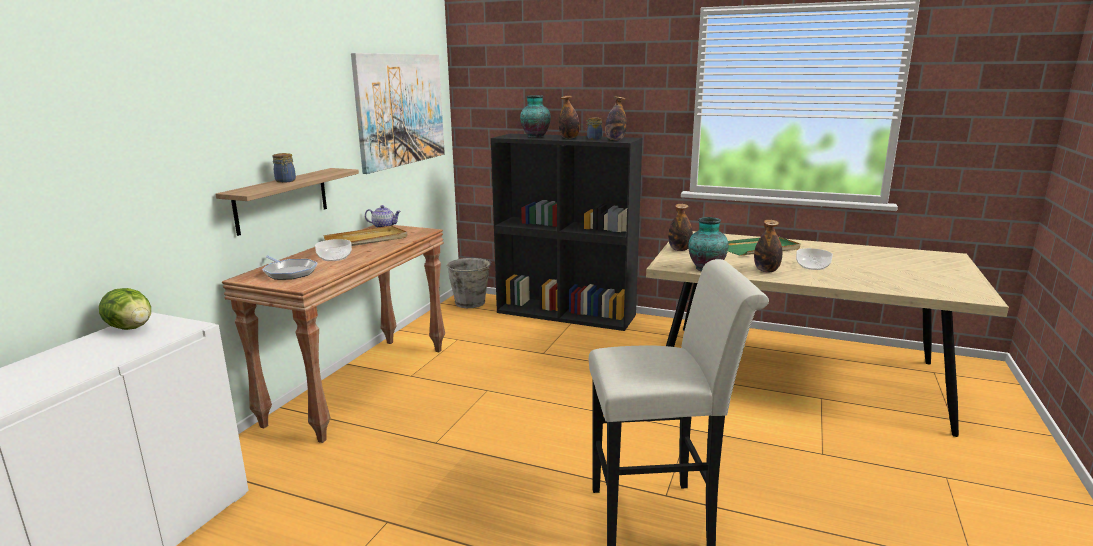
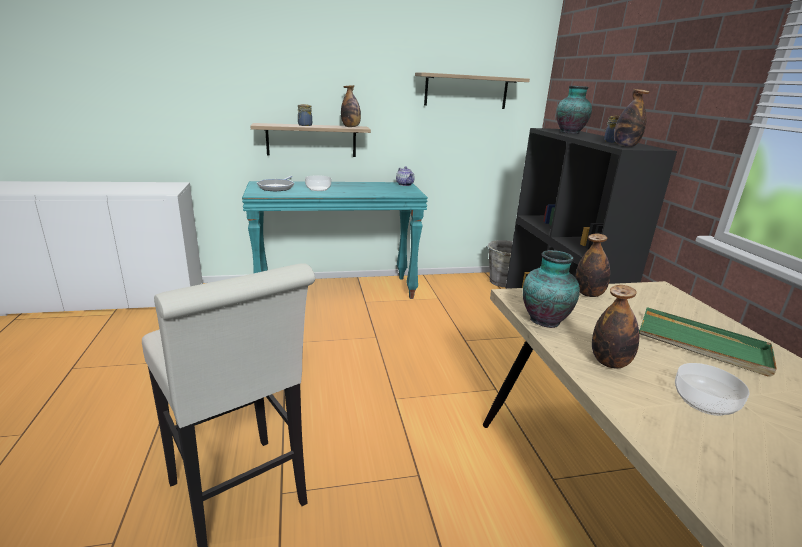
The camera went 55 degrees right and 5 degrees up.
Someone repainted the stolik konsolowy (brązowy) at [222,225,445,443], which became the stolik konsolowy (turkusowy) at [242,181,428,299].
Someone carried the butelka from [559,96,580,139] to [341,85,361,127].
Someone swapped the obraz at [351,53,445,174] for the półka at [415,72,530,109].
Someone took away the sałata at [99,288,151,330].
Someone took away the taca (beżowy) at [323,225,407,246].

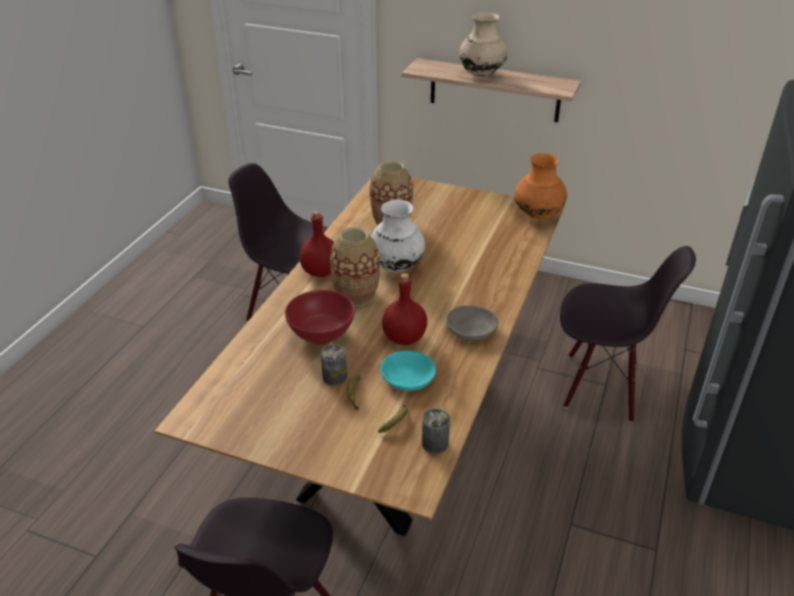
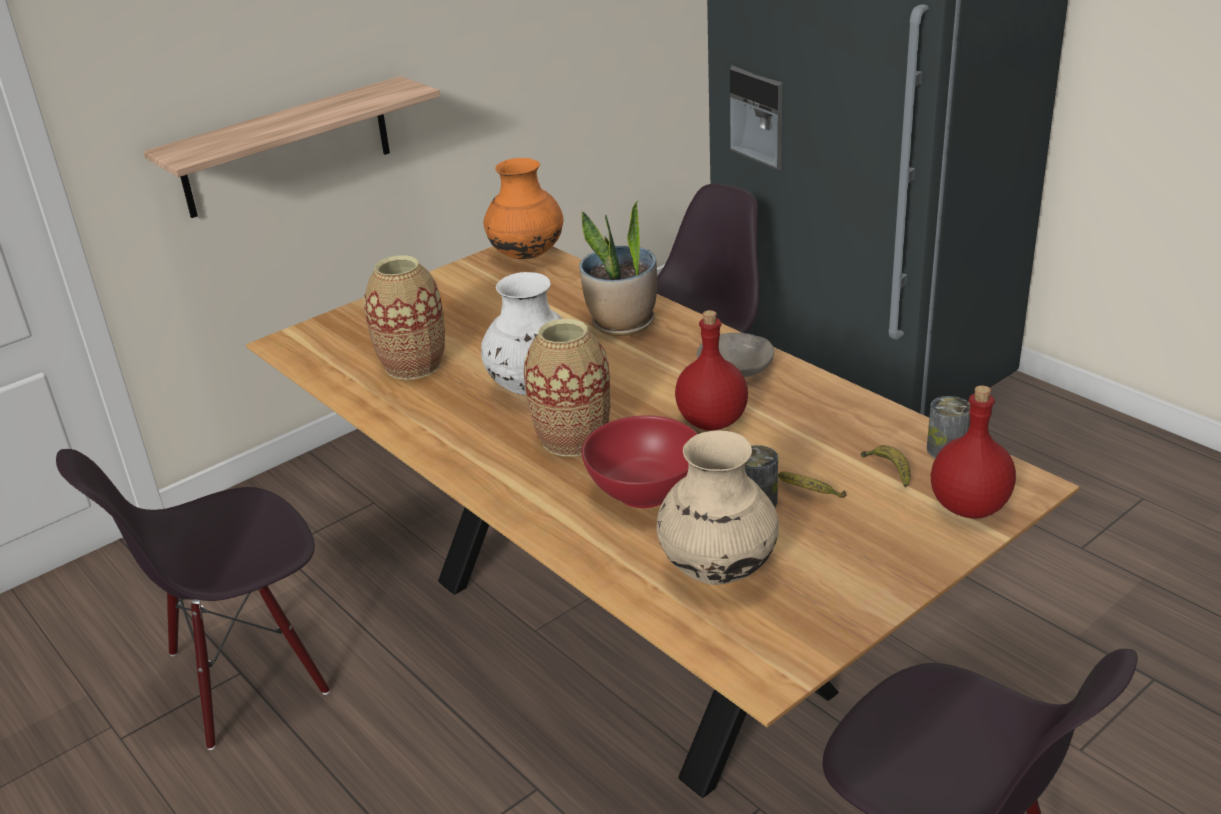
The camera went 60 degrees left and 5 degrees down.
Someone put down the roślina doniczkowa at [579,201,657,336].
Someone carried the wazon (beżowy) from [459,12,508,76] to [657,430,779,585].
Someone carried the butelka (czerwony) from [300,211,334,277] to [931,385,1016,519].
Someone took away the miska (turkusowy) at [380,351,436,391].

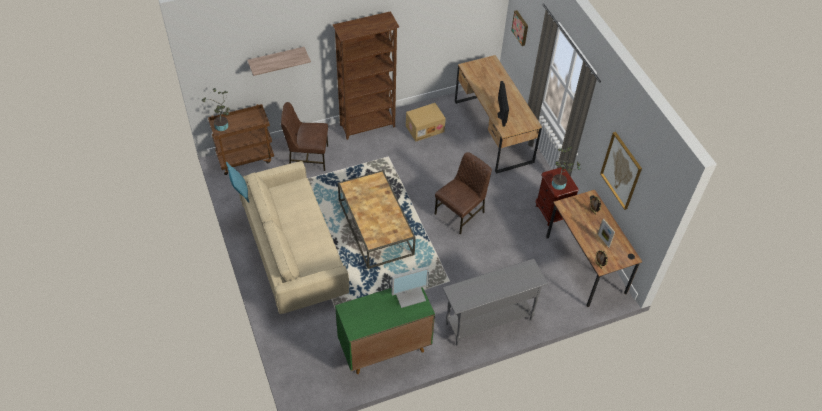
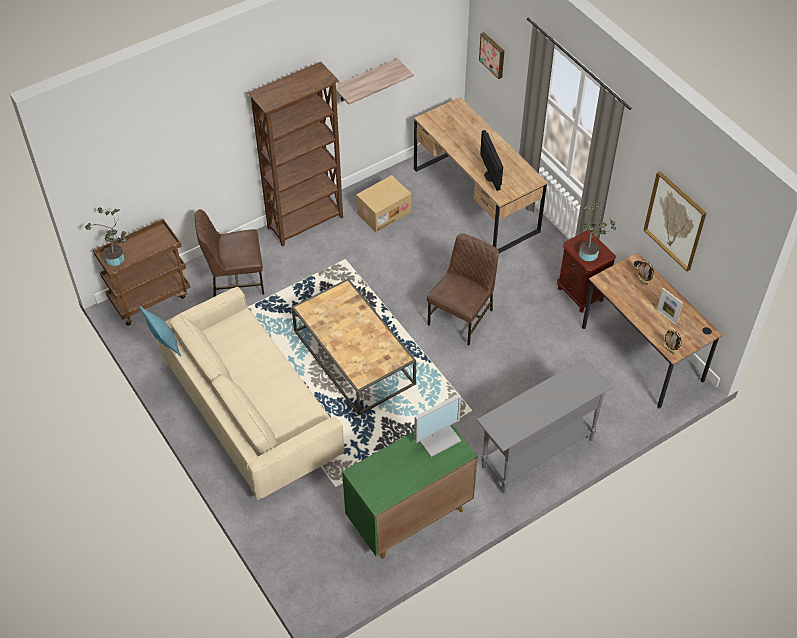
The camera went 10 degrees left and 0 degrees up.
Someone carried the półka from [247,47,311,76] to [336,58,414,104].

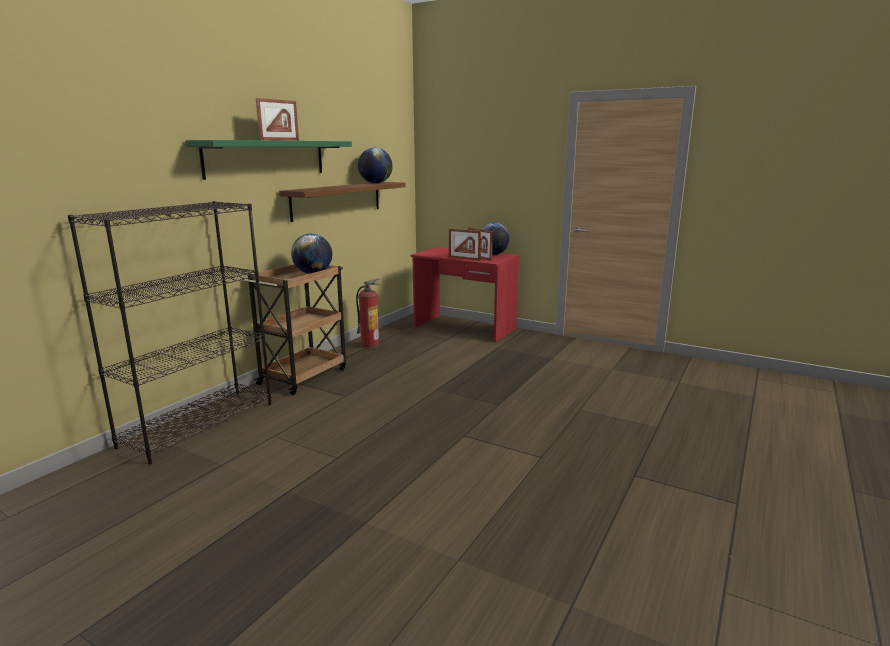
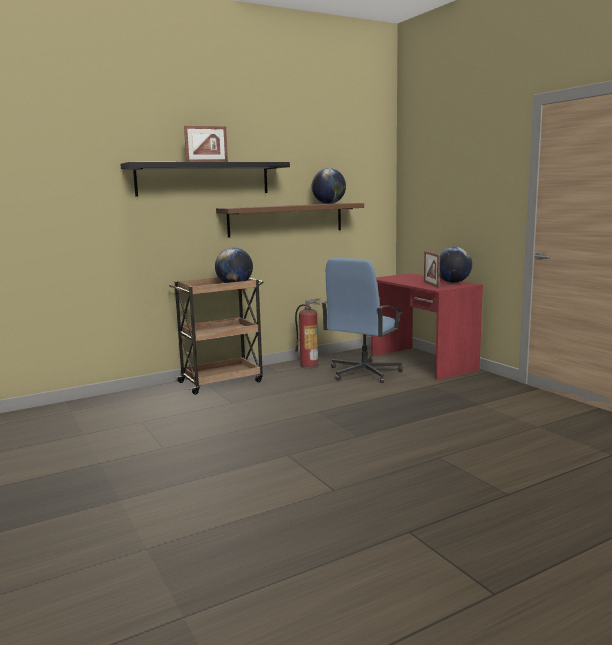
The camera went 30 degrees right and 5 degrees down.
Someone repainted the półka (zielony) at [185,140,352,180], which became the półka (czarny) at [120,162,290,197].
Someone put down the krzesło biurowe (niebieski) at [322,258,403,383].
Someone took away the regał (czarny) at [68,201,271,464].
Someone took away the ramka na zdjęcie at [449,229,481,261].

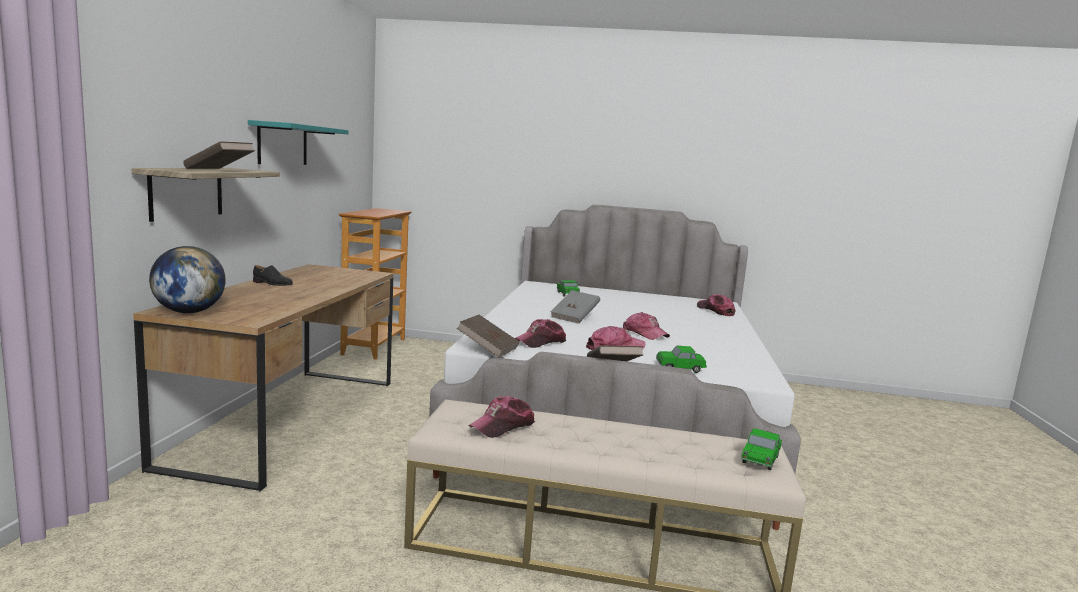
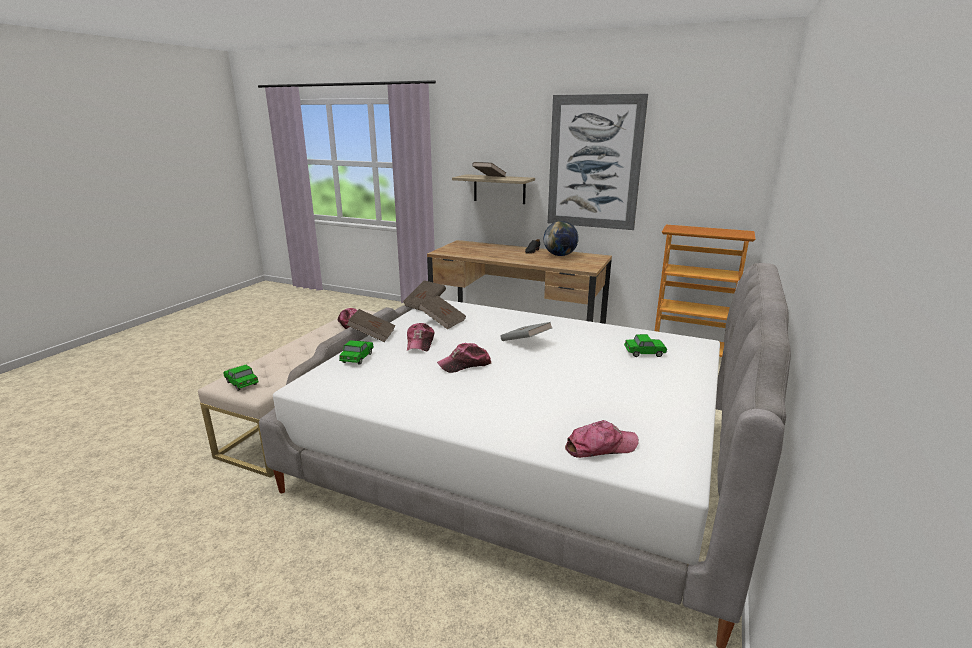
The camera went 105 degrees right and 10 degrees up.
Someone swapped the czapka z daszkiem at [515,319,566,348] for the książka (brązowy) at [419,296,466,329].
Someone carried the globus from [149,246,226,313] to [544,221,579,256].
Someone swapped the półka (turkusowy) at [248,120,349,165] for the obraz at [548,94,648,230].

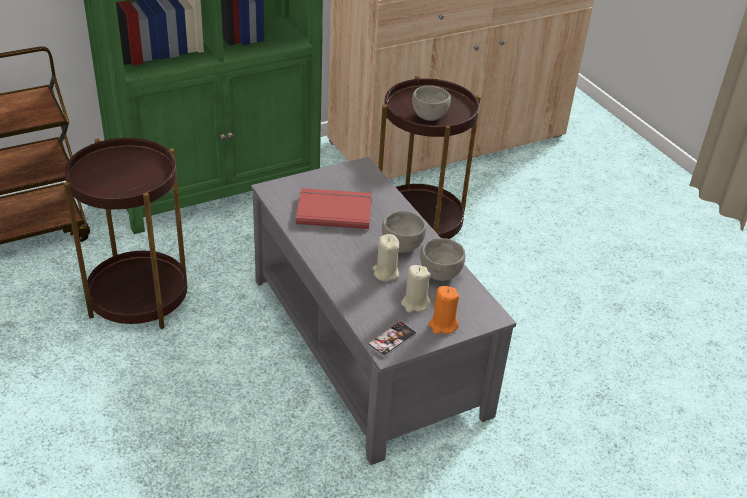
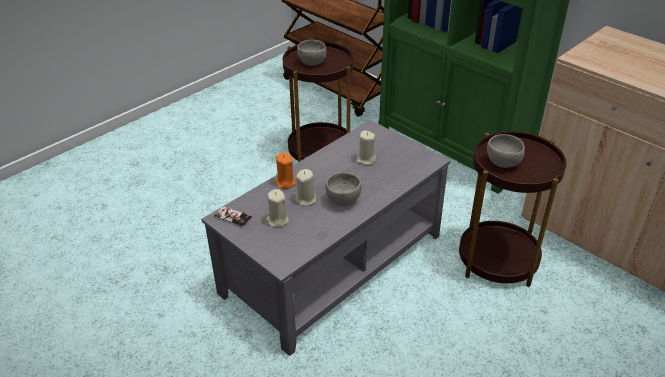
The camera went 75 degrees right and 0 degrees up.
Someone carried the świeca (pomarańczowy) from [428,286,459,334] to [275,152,296,189].
Someone carried the miska (szary) from [420,238,466,281] to [297,40,327,66].
Someone swapped the książka (czerwony) at [296,188,372,229] for the świeca (beżowy) at [356,131,376,165].

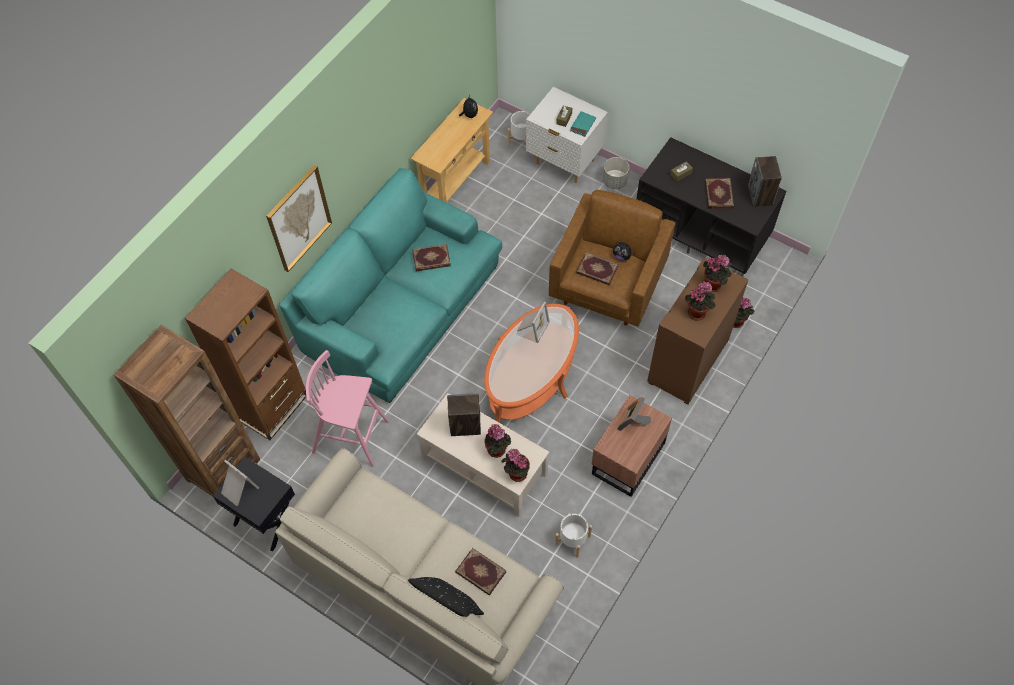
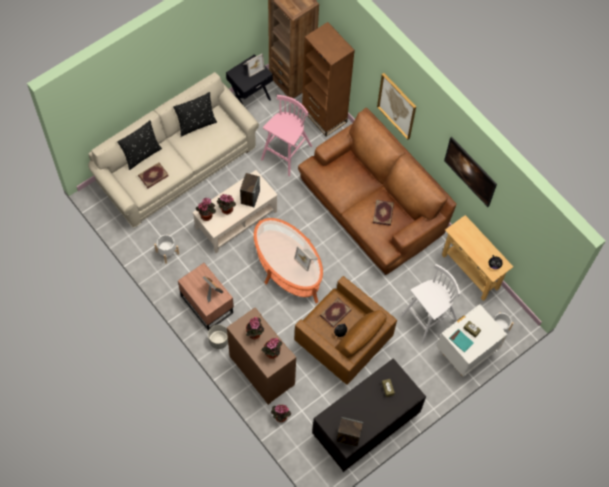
The camera went 105 degrees right and 5 degrees up.
Someone put down the poduszka (czarny) at [173,92,217,137].
Someone carried the donica (szary) from [603,157,629,189] to [208,325,228,349].
Someone repainted the kanapa (turkusowy) at [279,168,502,403], which became the kanapa (brązowy) at [298,108,456,275].
Someone put down the stołek (biały) at [401,264,460,344].
Someone put up the obraz at [444,136,497,207].
Someone took away the książka at [705,178,734,209].

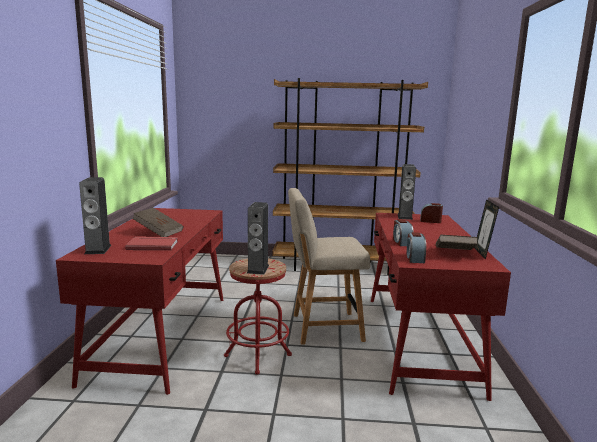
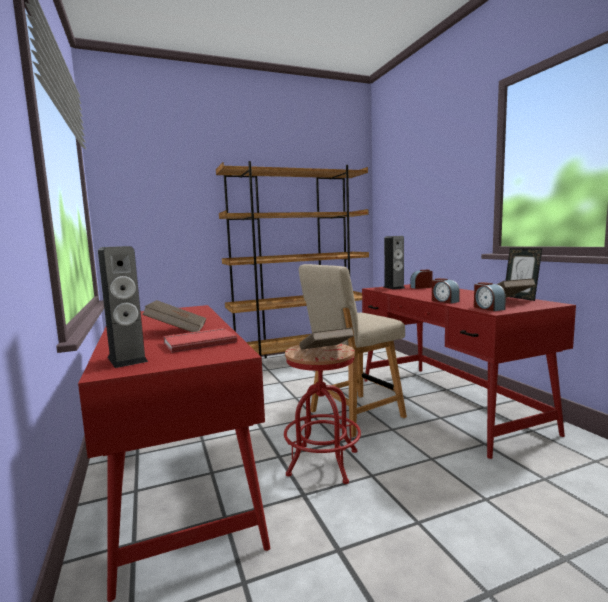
The camera went 25 degrees left and 5 degrees down.
Someone swapped the głośnik at [247,202,269,275] for the książka (brązowy) at [300,327,355,350].

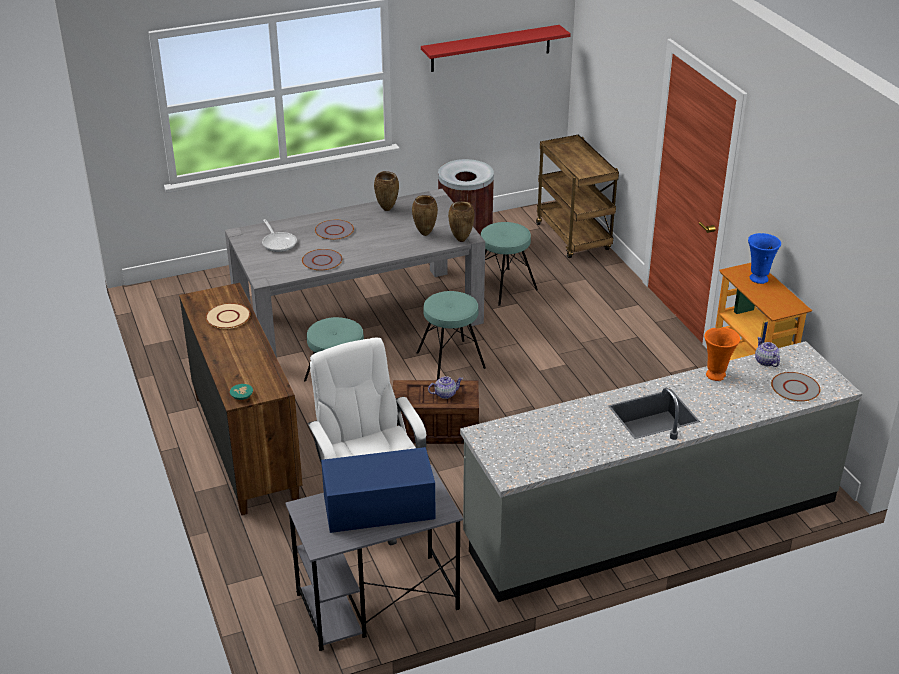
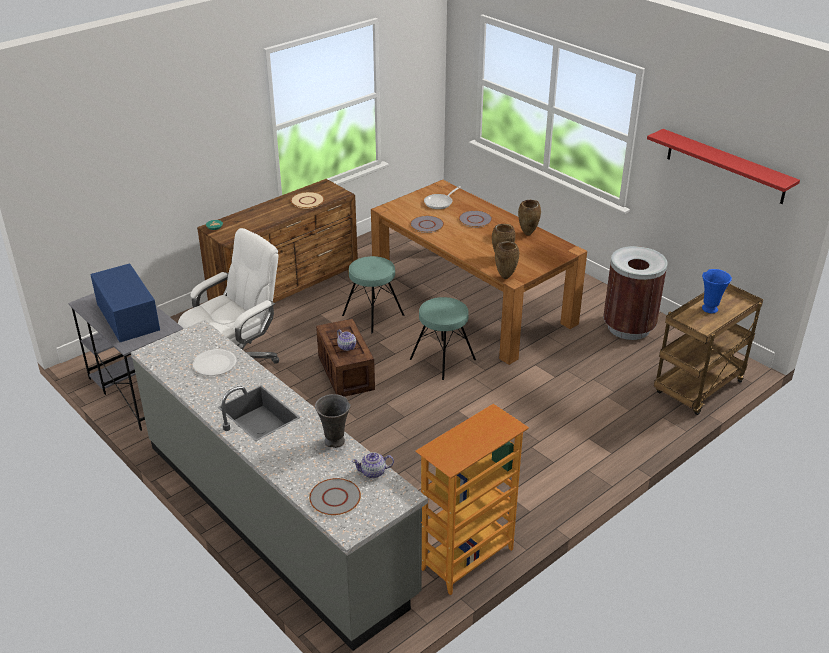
The camera went 70 degrees right and 0 degrees up.
Someone put down the talerz (biały) at [193,349,237,376].
Someone repainted the wazon (pomarańczowy) at [704,327,740,381], which became the wazon (szary) at [315,394,351,448].
Someone rotated the imbryk at [755,337,780,367] by 150 degrees counterclockwise.
Someone repainted the stół jadalny (szary) at [225,189,485,358], which became the stół jadalny (brązowy) at [371,180,587,365].
Someone carried the wazon (niebieski) from [748,233,781,284] to [702,269,732,314].
Someone took away the stołek (turkusowy) at [481,222,538,305].

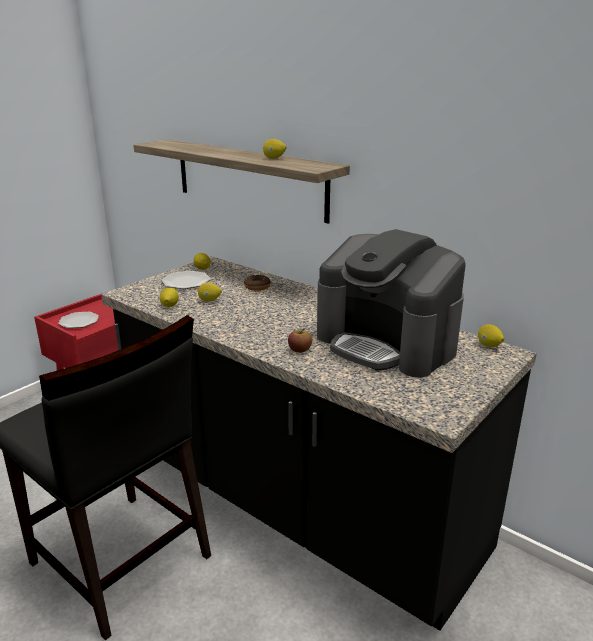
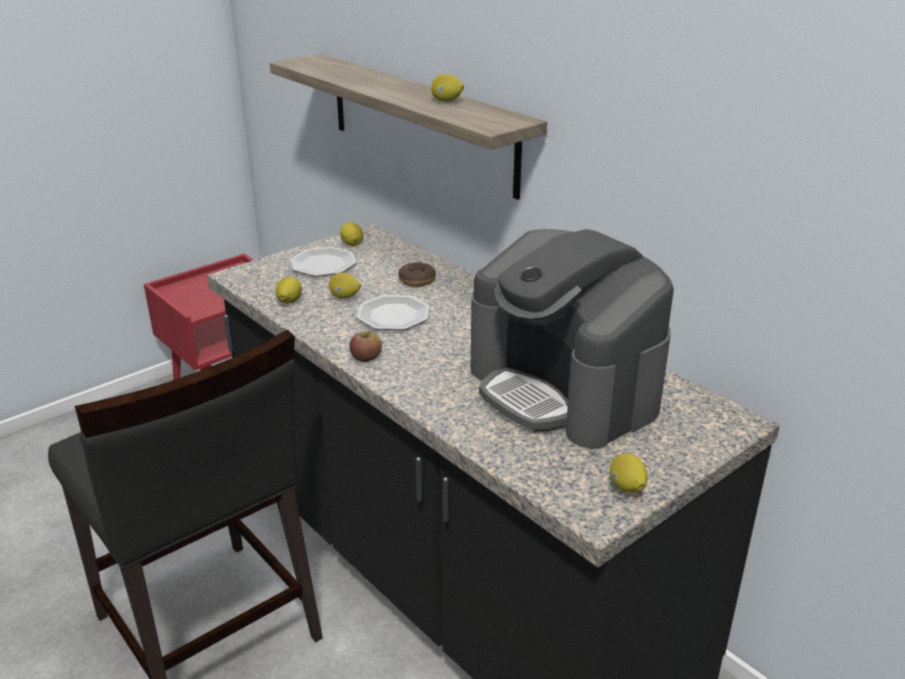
The camera went 10 degrees right and 5 degrees up.
Someone carried the jabłko from [288,328,312,353] to [349,331,382,362].
Someone carried the talerz from [58,312,99,328] to [356,295,430,330].
Someone carried the cytryna from [478,324,504,347] to [610,453,648,493].

